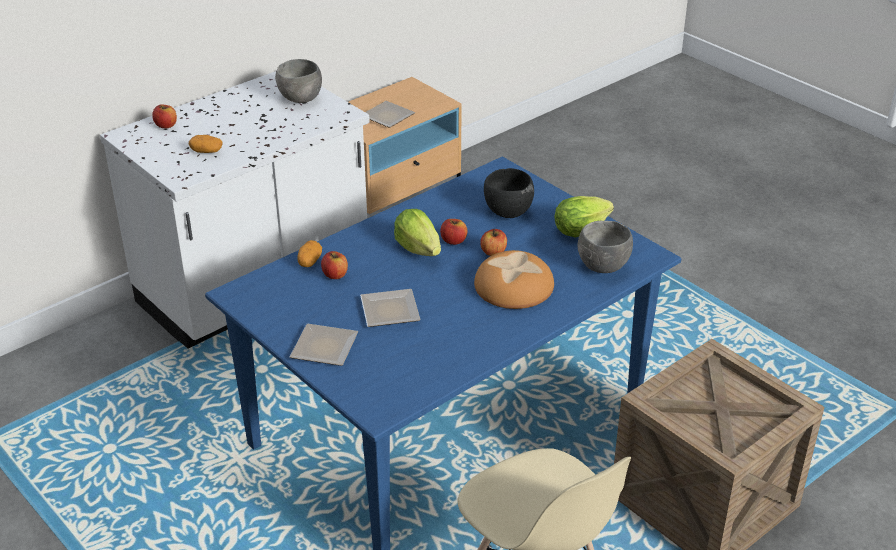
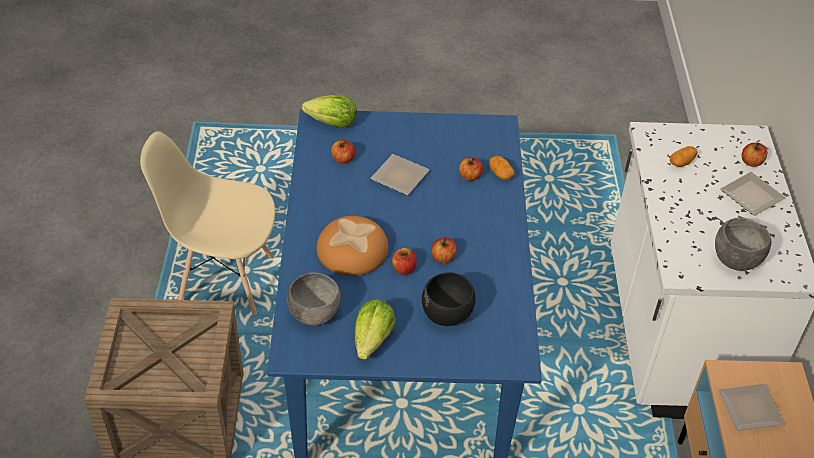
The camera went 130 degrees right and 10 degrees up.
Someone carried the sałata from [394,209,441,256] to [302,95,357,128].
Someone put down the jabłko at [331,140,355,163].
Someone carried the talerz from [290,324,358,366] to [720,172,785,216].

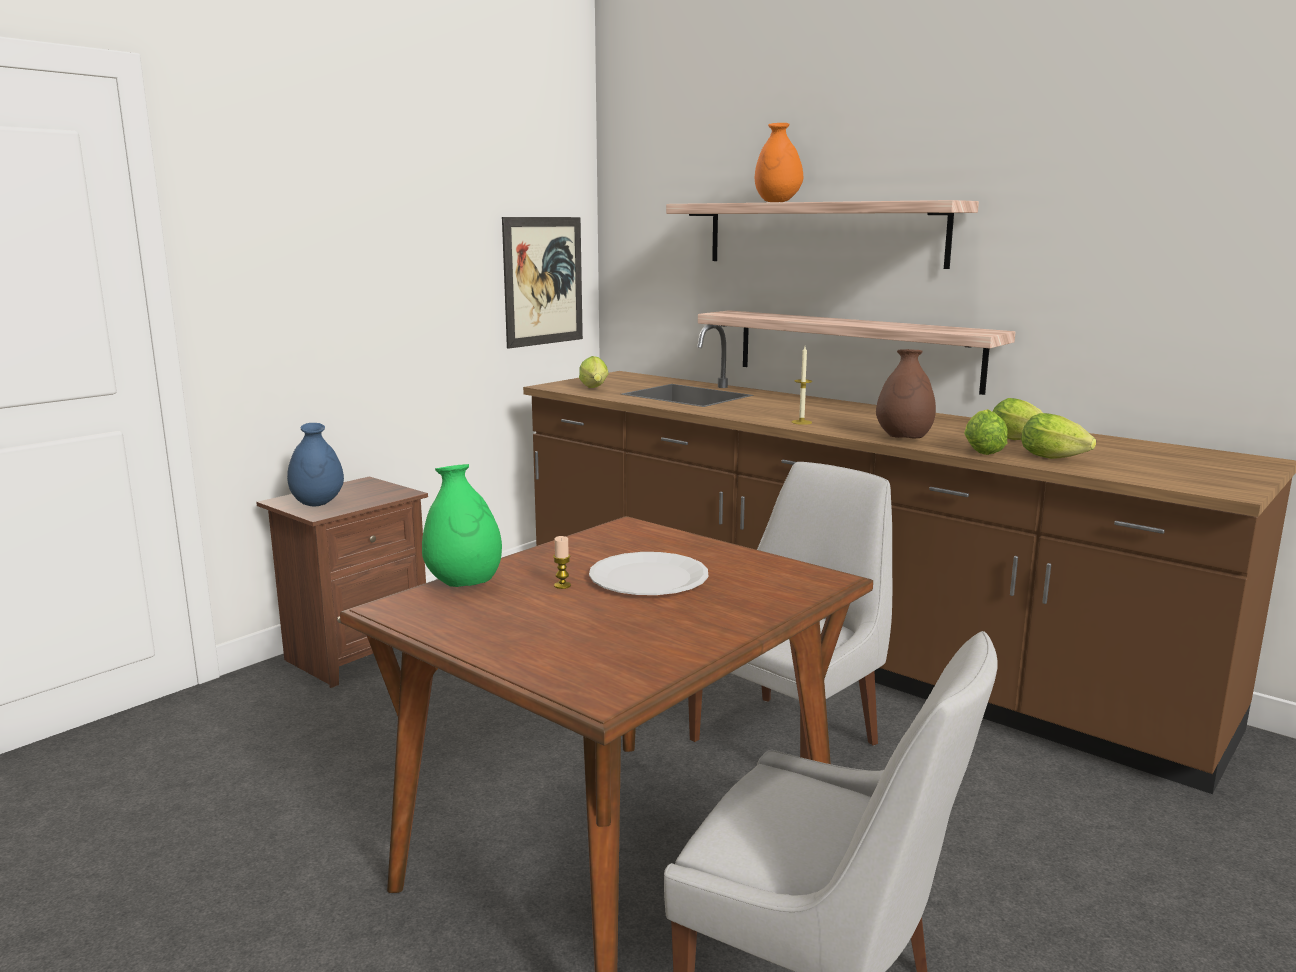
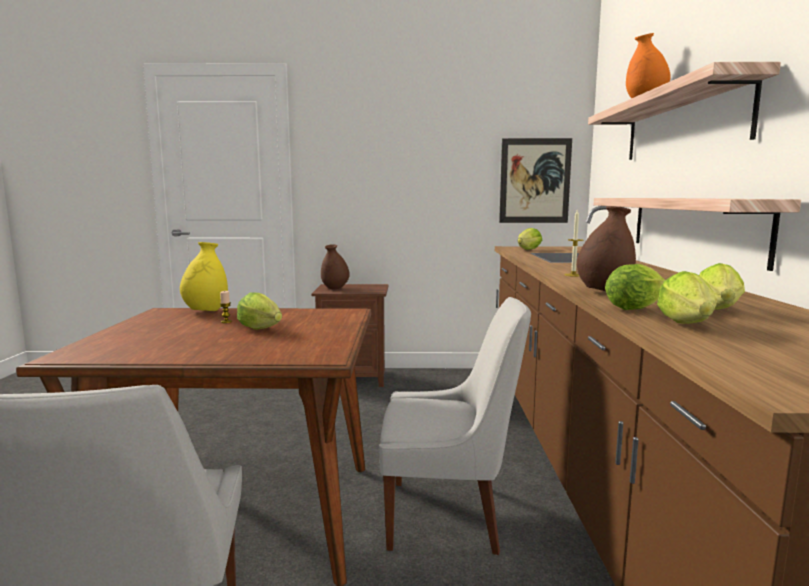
The camera went 50 degrees right and 5 degrees down.
Someone repainted the wazon (zielony) at [422,464,502,587], which became the wazon (żółty) at [180,242,228,311].
Someone swapped the talerz (biały) at [589,552,708,595] for the sałata at [237,292,282,330].
Someone repainted the wazon (niebieski) at [287,423,344,506], which became the wazon (brązowy) at [321,244,350,289].

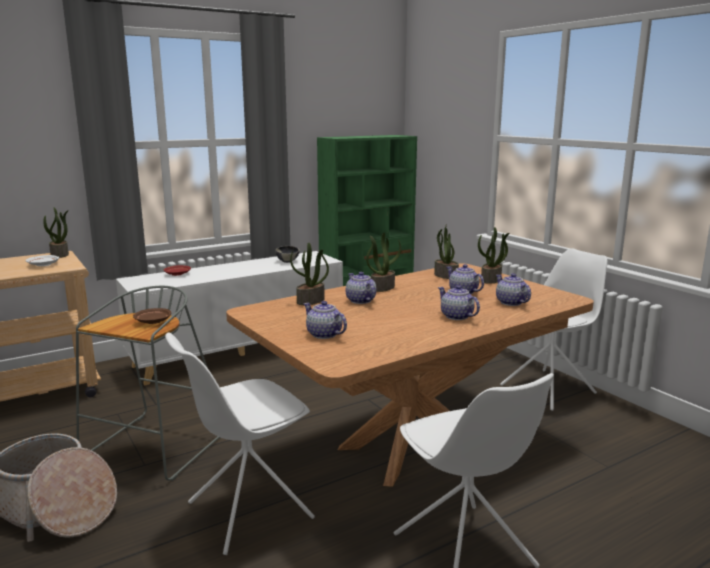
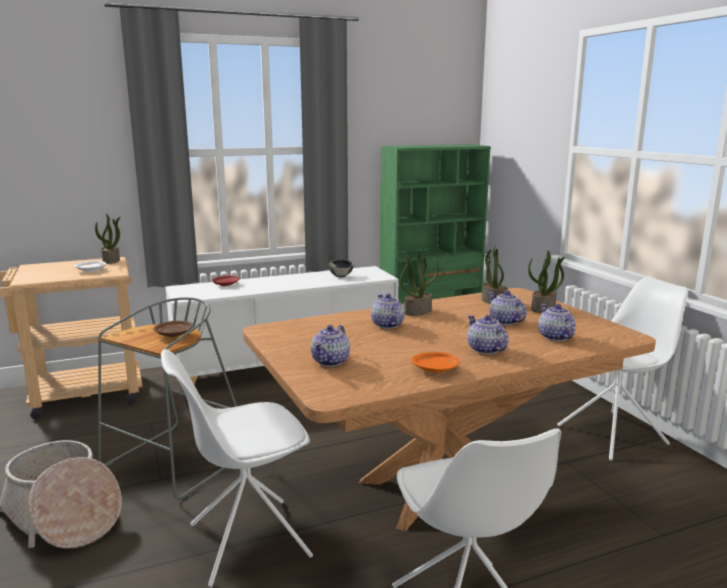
The camera went 10 degrees right and 0 degrees up.
Someone rotated the imbryk at [303,301,347,339] by 120 degrees counterclockwise.
Someone put down the talerz (pomarańczowy) at [412,352,459,373].
Someone took away the roślina doniczkowa at [290,243,329,305].

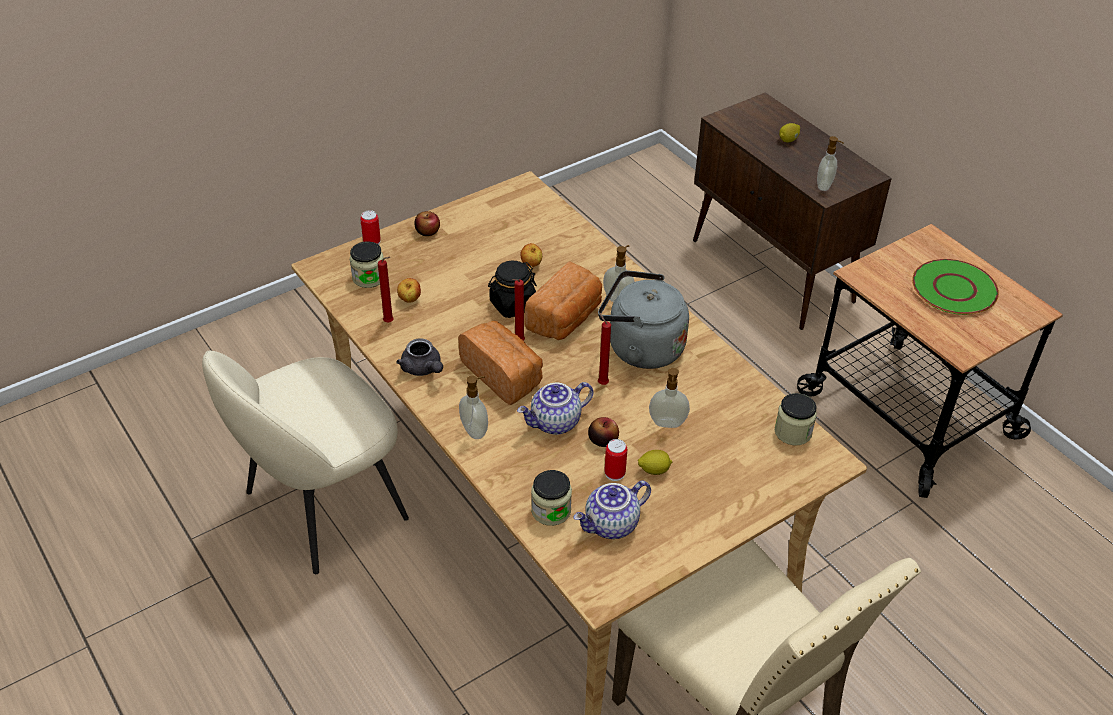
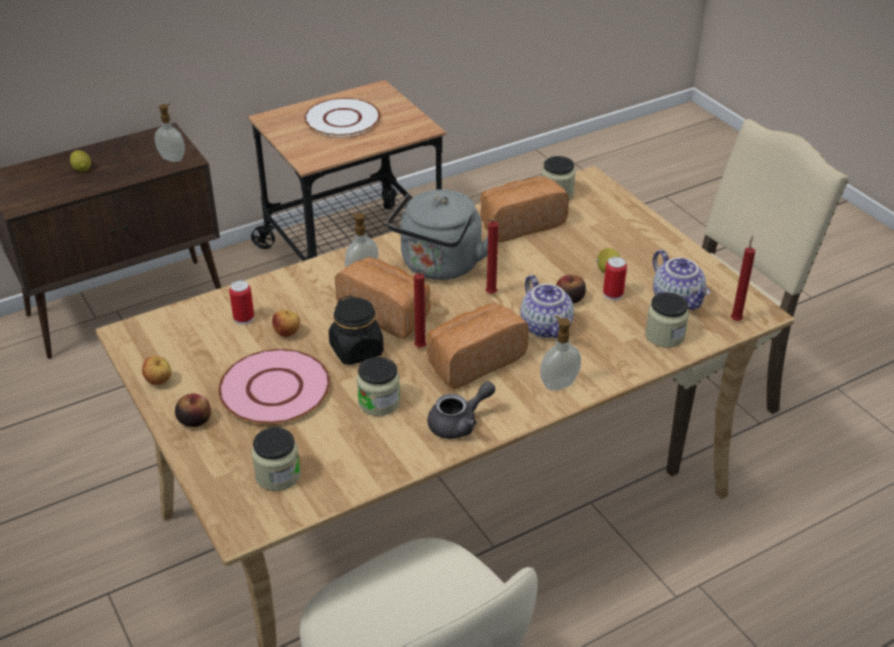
The camera went 85 degrees left and 5 degrees down.
Someone carried the jabłko from [397,278,421,303] to [142,356,172,385].
Someone put down the talerz (różowy) at [218,349,330,424].
Someone carried the puszka from [360,210,381,245] to [229,280,254,325].
Someone repainted the talerz (zielony) at [912,259,999,315], which became the talerz (biały) at [304,98,381,137].
Someone put down the słoik at [357,357,400,416].
Someone put down the chleb at [480,176,569,242].
Someone carried the świeca (czerwony) from [378,257,394,322] to [731,236,755,321].
Someone took away the dozownik mydła at [649,368,690,428].

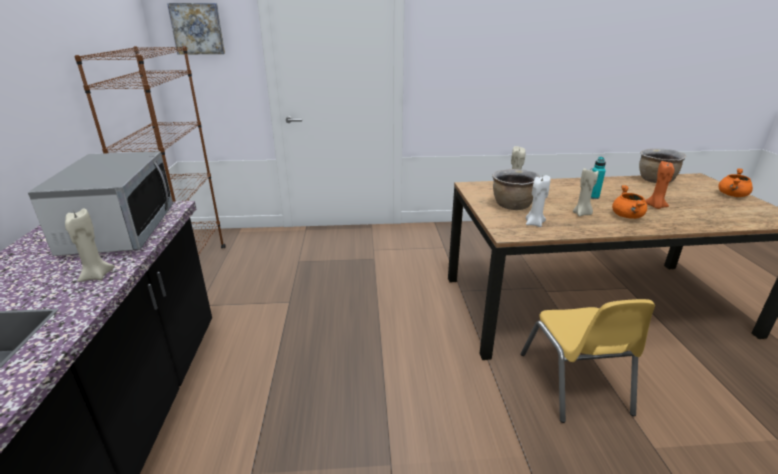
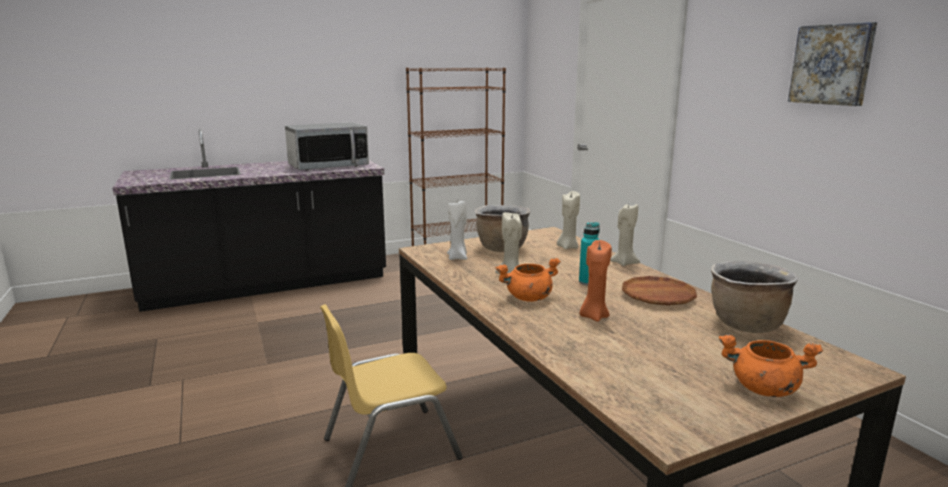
The camera went 70 degrees right and 10 degrees down.
Someone carried the świeca (beżowy) from [65,208,115,282] to [610,204,640,266].
Someone put down the talerz (brązowy) at [622,276,697,305].
Someone carried the obraz from [167,3,225,54] to [788,22,877,106].

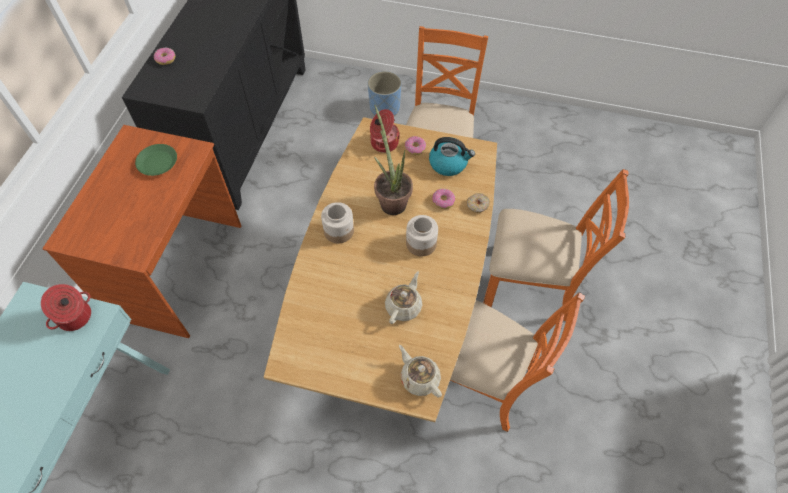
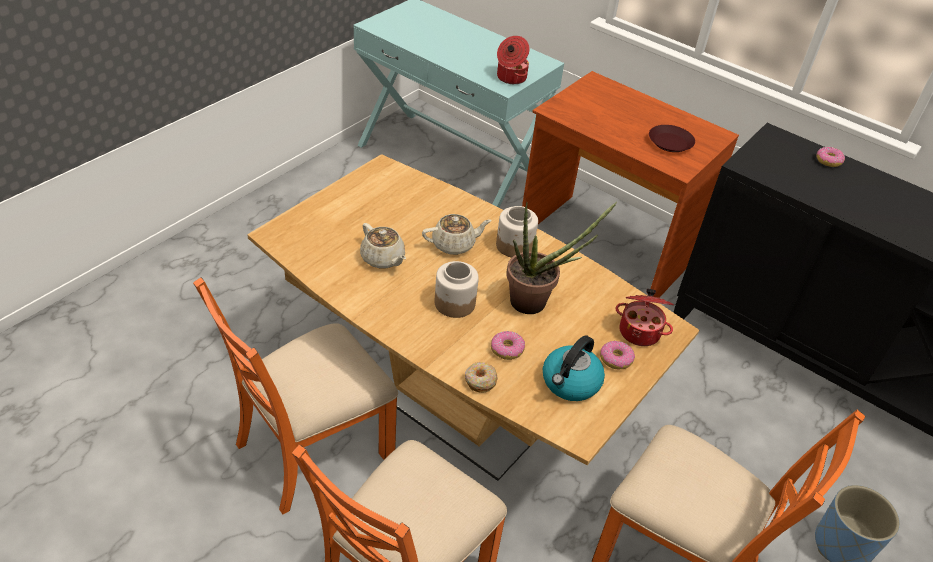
The camera went 110 degrees right and 15 degrees down.
Someone carried the imbryk (beżowy) from [399,345,442,398] to [422,214,492,255].
Someone repainted the talerz (zielony) at [135,144,177,176], which became the talerz (brązowy) at [649,125,695,152].

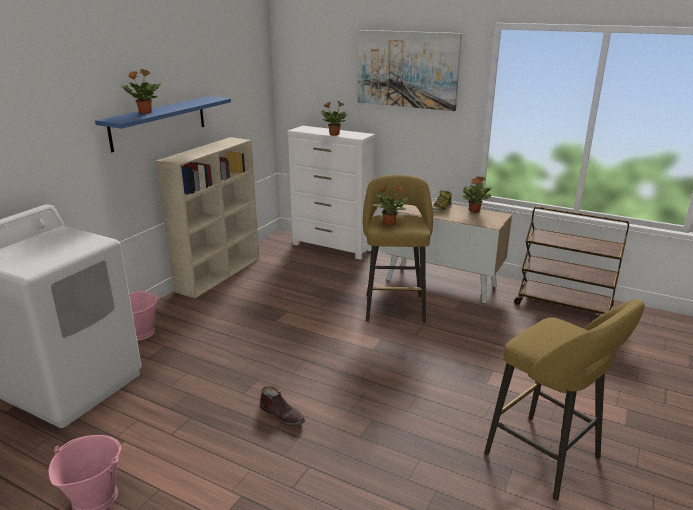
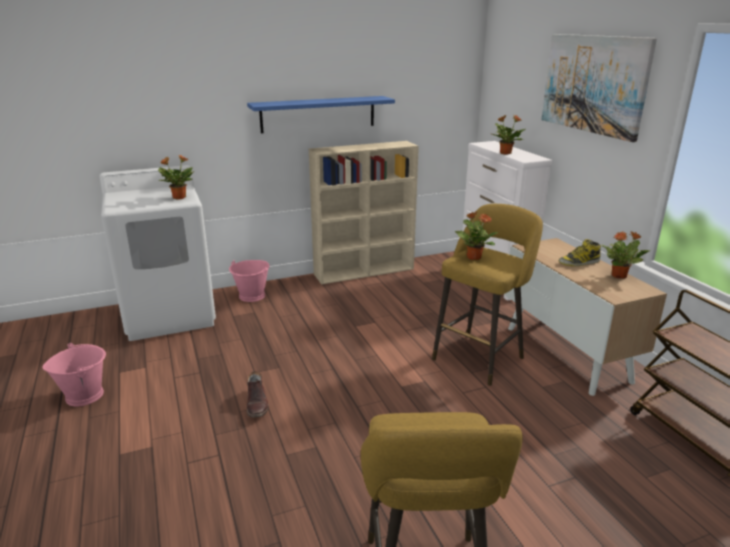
The camera went 40 degrees right and 0 degrees up.
Someone carried the roślina doniczkowa from [120,69,161,114] to [158,155,195,200].

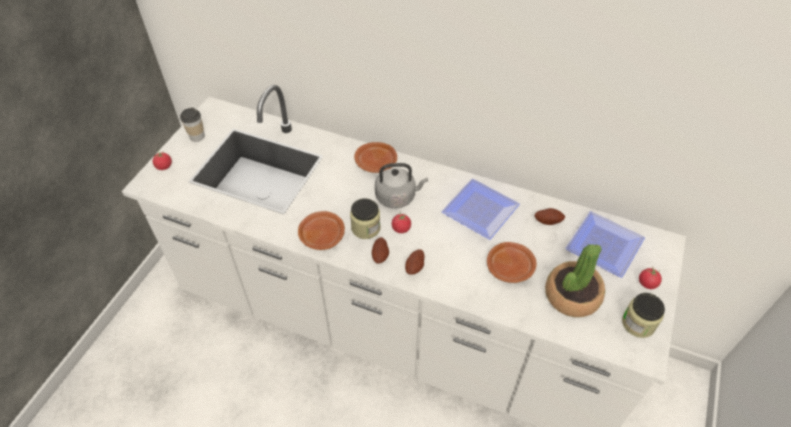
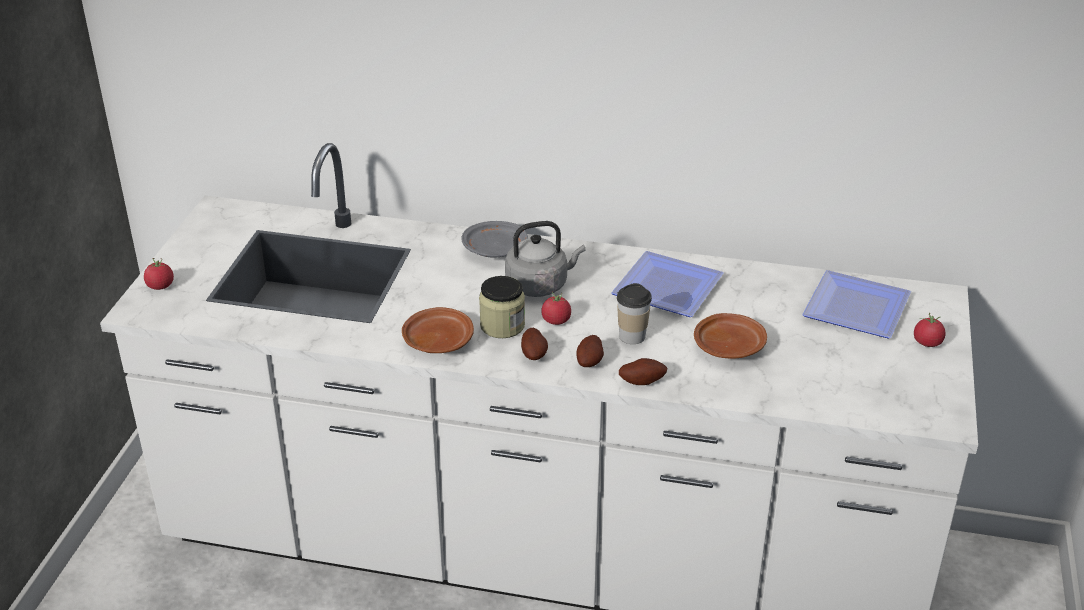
The camera went 10 degrees left and 15 degrees down.
Someone repainted the talerz (brązowy) at [354,142,397,173], which became the talerz (szary) at [461,221,528,258].
Someone carried the filiżanka from [180,108,205,142] to [617,283,652,344].
Someone carried the ziemniak from [535,208,565,225] to [619,358,667,385].
Someone took away the roślina doniczkowa at [545,244,605,317].
Someone took away the słoik at [622,293,665,338].

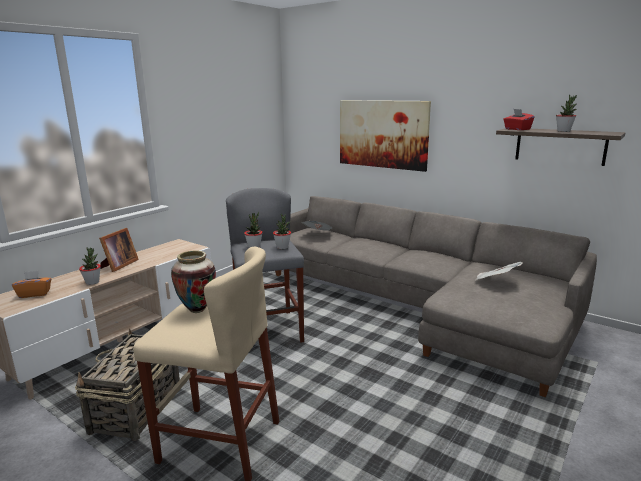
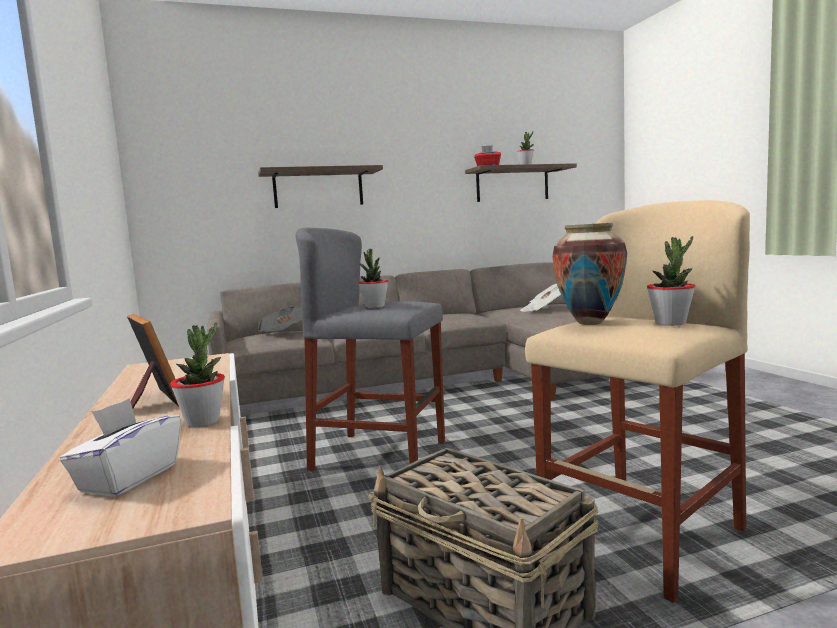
The camera went 55 degrees left and 10 degrees down.
Someone repainted the pudełko chusteczek (pomarańczowy) at [12,270,51,298], which became the pudełko chusteczek (biały) at [60,398,181,497].
Someone swapped the obraz at [340,100,431,172] for the półka at [258,165,383,208].
Someone carried the roślina doniczkowa from [273,214,291,249] to [647,236,695,326].

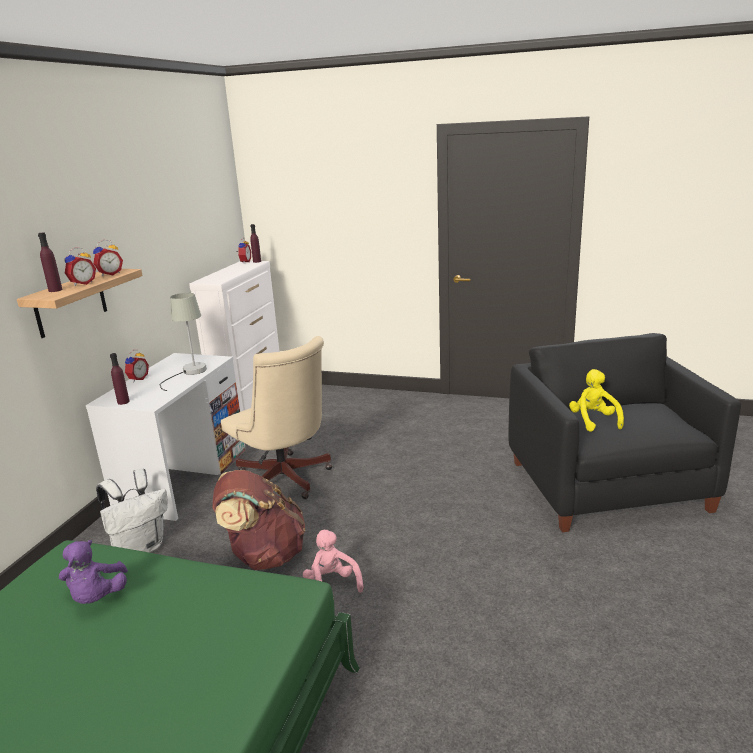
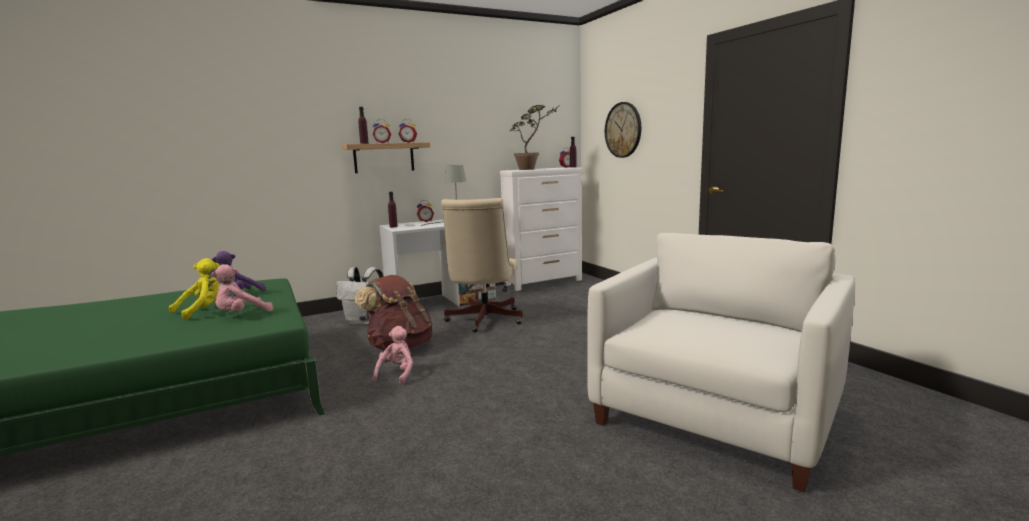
The camera went 45 degrees right and 10 degrees down.
Someone carried the pluszak (żółty) from [569,369,624,432] to [169,258,220,320].
Someone put down the pluszak (różowy) at [211,264,273,312].
Someone put down the roślina doniczkowa at [510,105,558,170].
Someone repainted the fotel (czarny) at [508,333,741,532], which became the fotel (biały) at [587,233,855,493].
Someone put up the zegar ścienny at [605,102,641,158].

